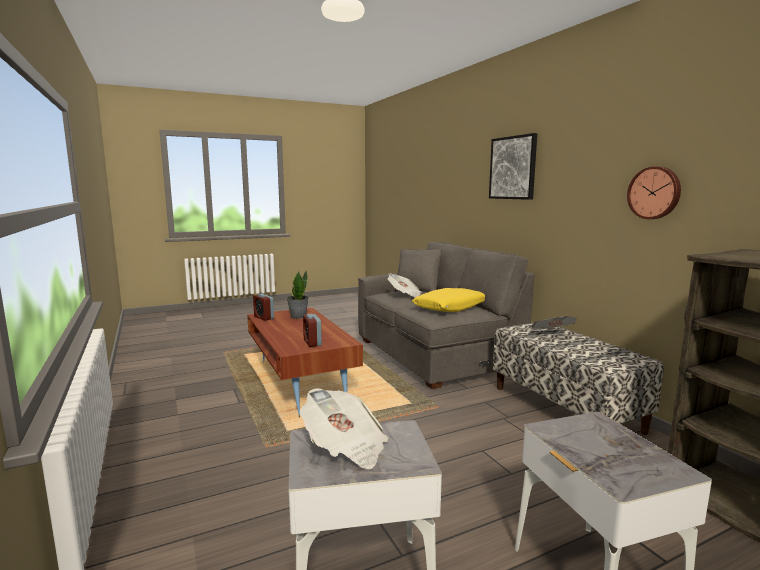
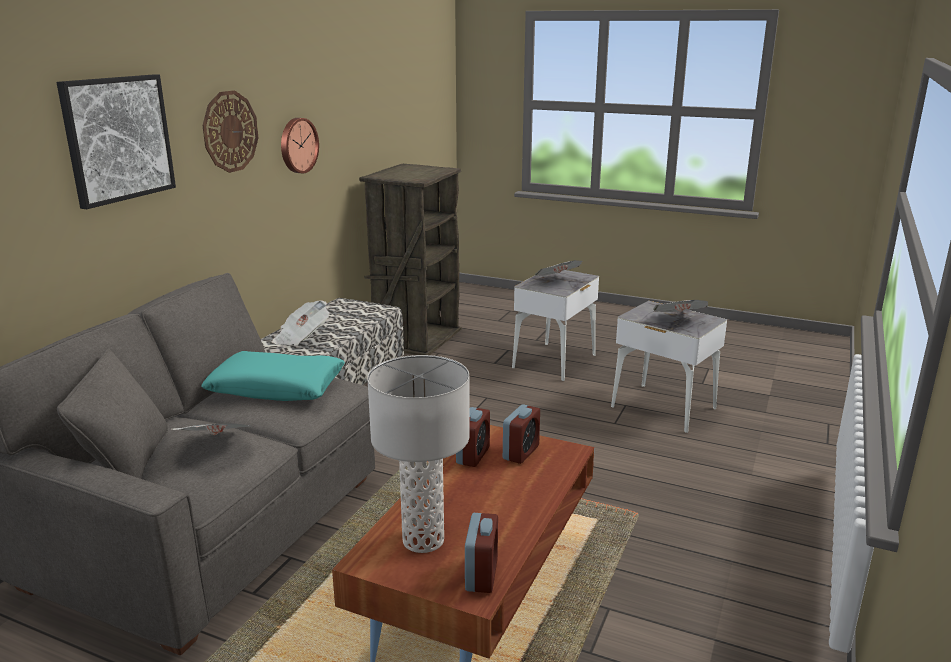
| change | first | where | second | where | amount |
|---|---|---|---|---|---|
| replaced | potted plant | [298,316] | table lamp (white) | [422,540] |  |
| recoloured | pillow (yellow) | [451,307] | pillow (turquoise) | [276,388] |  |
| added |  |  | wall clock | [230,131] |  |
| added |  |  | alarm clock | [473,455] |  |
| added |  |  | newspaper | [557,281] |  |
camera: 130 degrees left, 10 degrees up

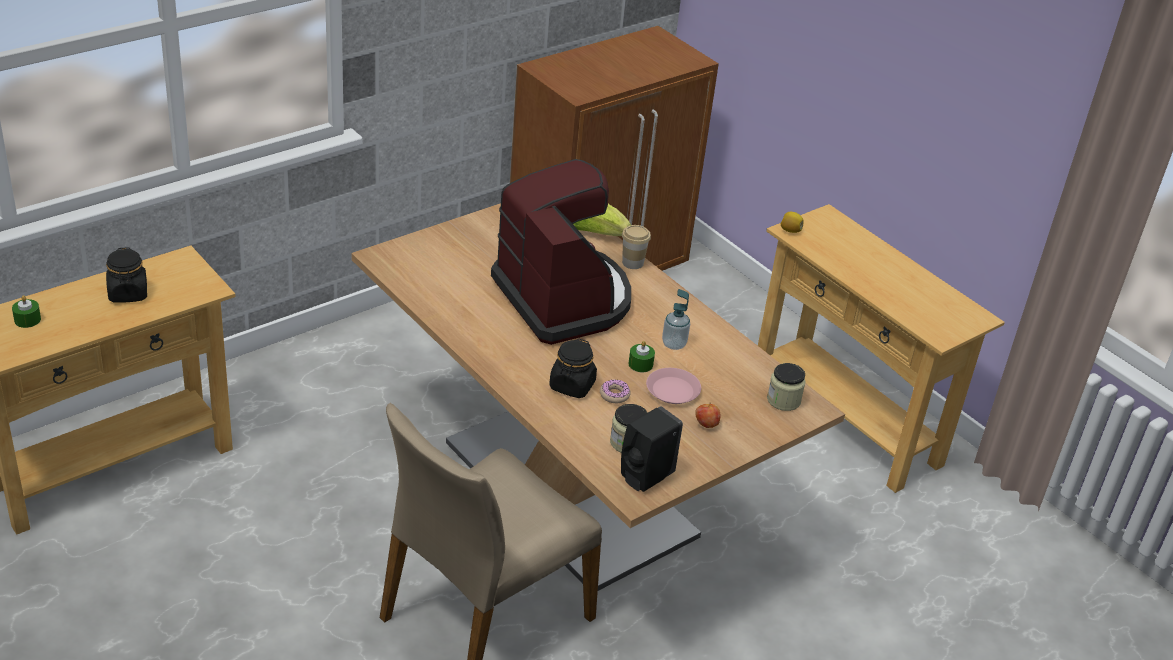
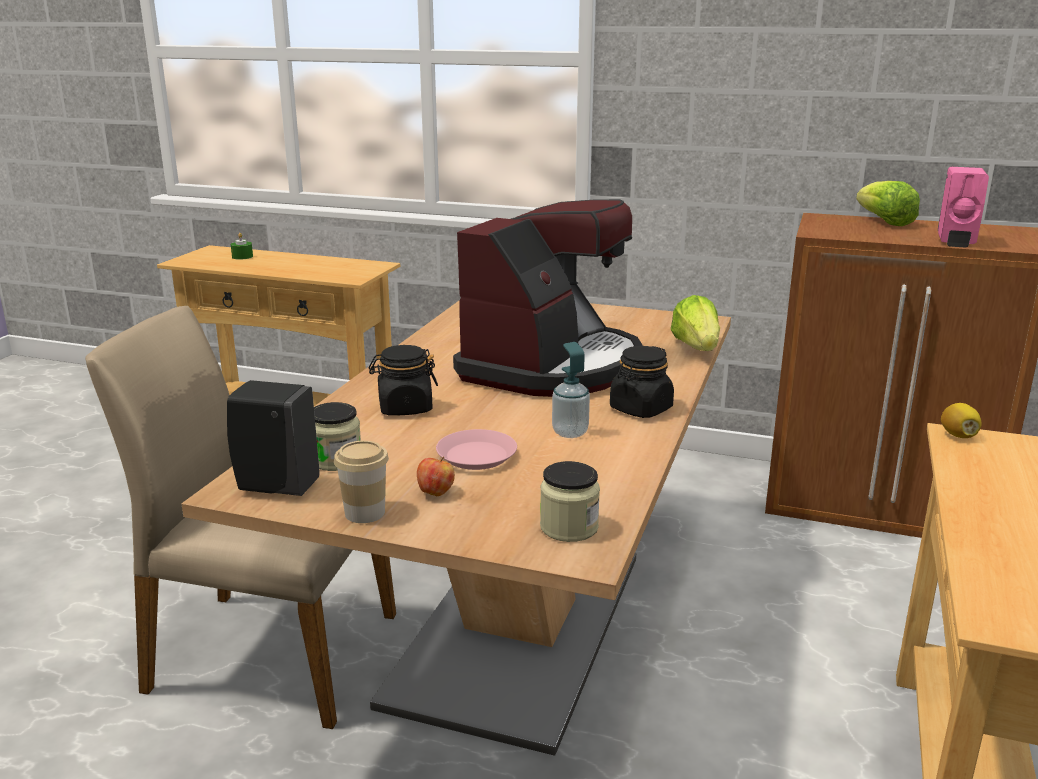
| change | first | where | second | where | amount |
|---|---|---|---|---|---|
| moved | jar (black) | [128,293] |  | [640,409] |  |
| removed | donut | [614,395] |  |  |  |
| moved | cup | [632,263] |  | [365,513] |  |
| removed | candle (green) | [640,364] |  |  |  |
| added |  |  | lettuce | [884,222] |  |
| added |  |  | soap dispenser (pink) | [955,242] |  |
camera: 60 degrees right, 15 degrees down

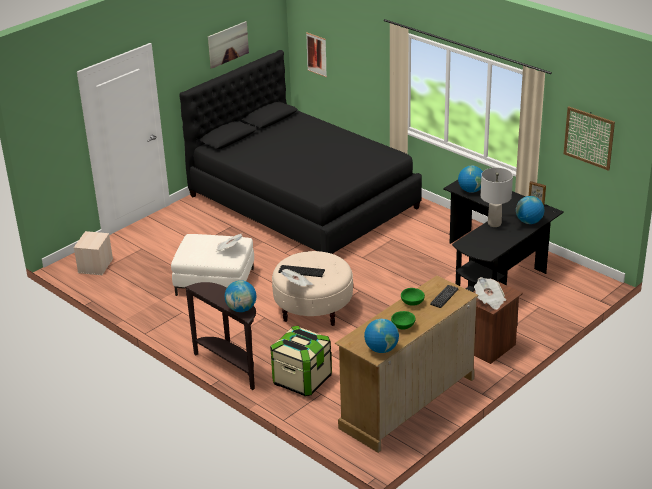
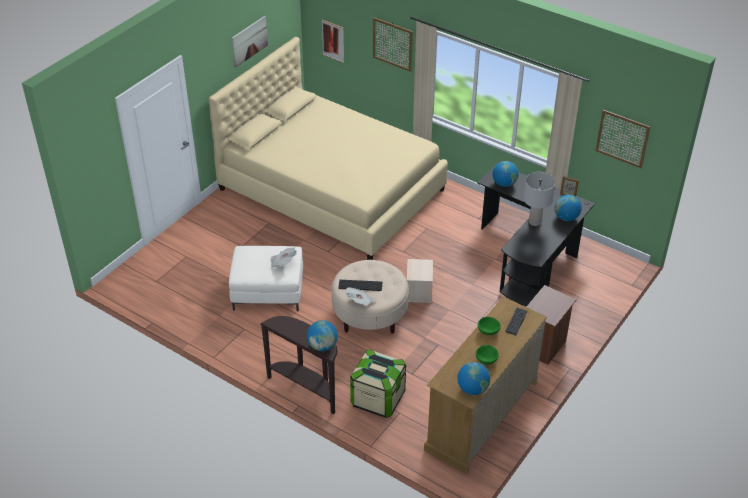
| change | first | where | second | where | amount |
|---|---|---|---|---|---|
| moved | storage box (beige) | [95,266] |  | [419,292] |  |
| recoloured | bed (black) | [303,201] | bed (beige) | [331,189] |  |
| removed | newspaper | [489,300] |  |  |  |
| added |  |  | picture | [393,43] |  |
camera: 10 degrees left, 10 degrees up

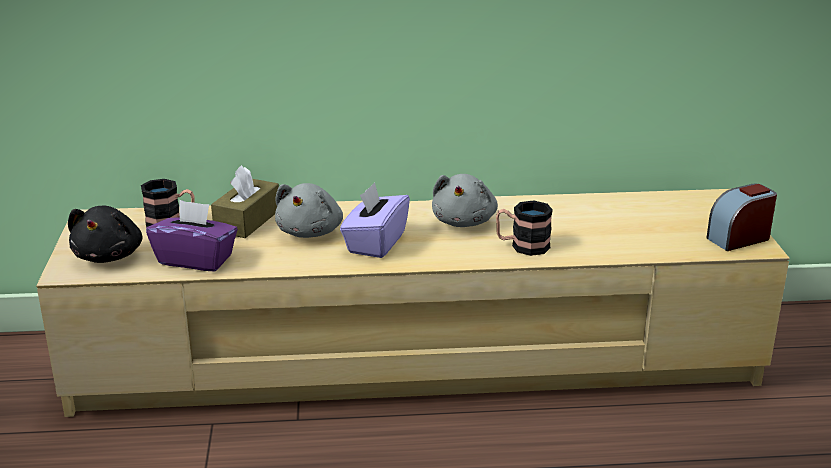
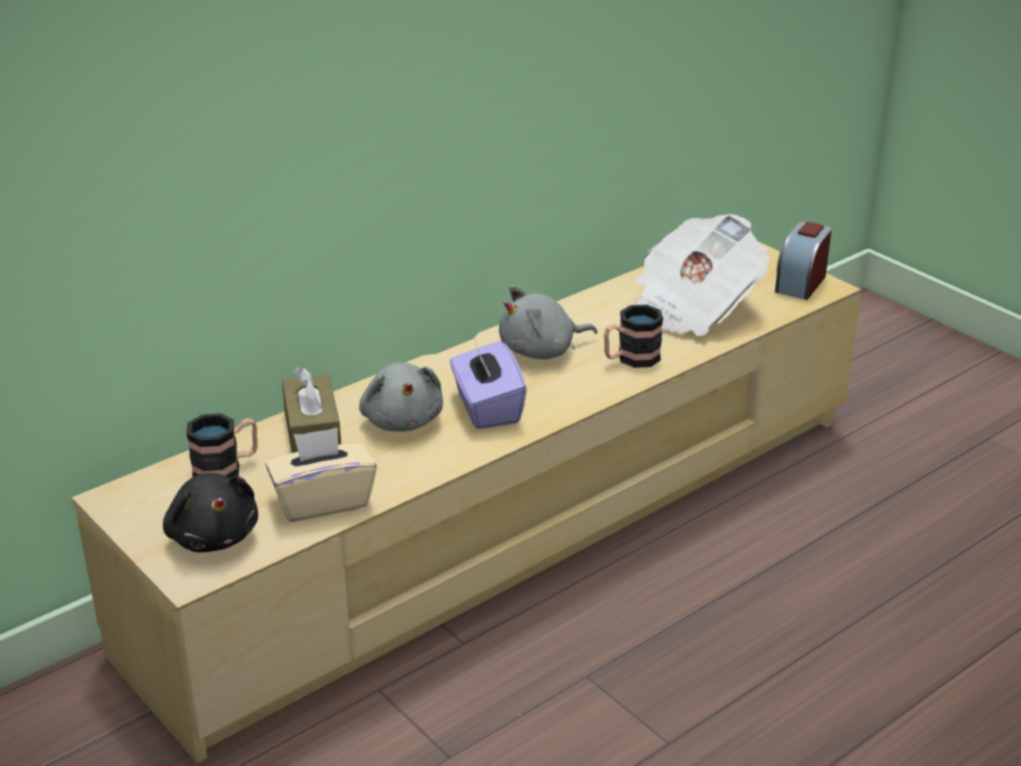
| change | first | where | second | where | amount |
|---|---|---|---|---|---|
| recoloured | tissue box (purple) | [196,260] | tissue box (beige) | [323,501] |  |
| turned | plush toy (grey) | [464,221] |  | [542,351] | 90 degrees clockwise |
| added |  |  | newspaper | [691,309] |  |
camera: 35 degrees left, 5 degrees up

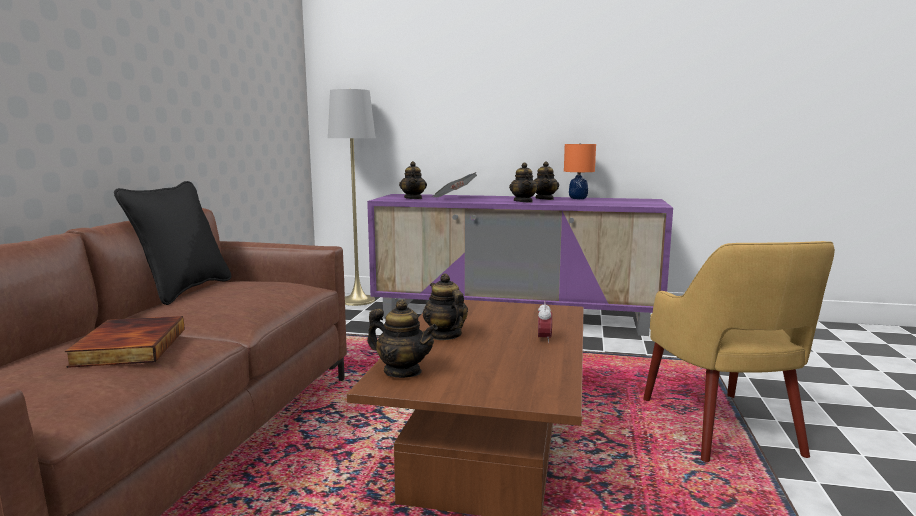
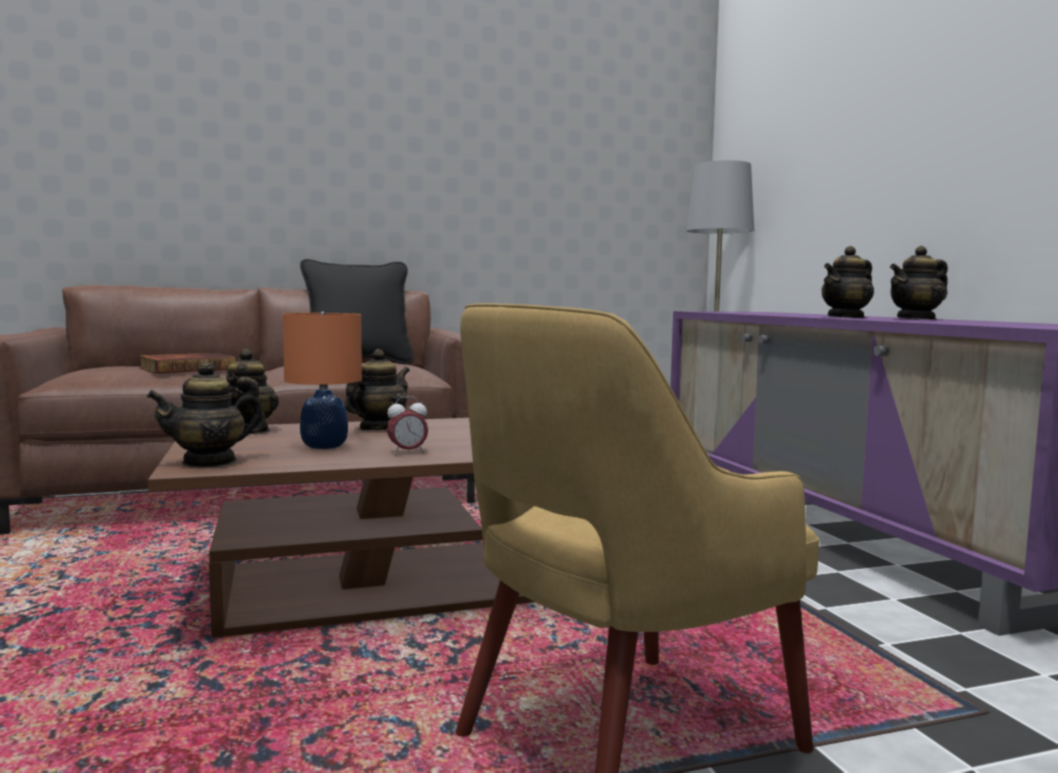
| change | first | where | second | where | amount |
|---|---|---|---|---|---|
| moved | teapot | [413,198] |  | [210,462] |  |
| removed | newspaper | [454,198] |  |  |  |
| moved | table lamp (orange) | [577,198] |  | [326,446] |  |
camera: 60 degrees right, 5 degrees down

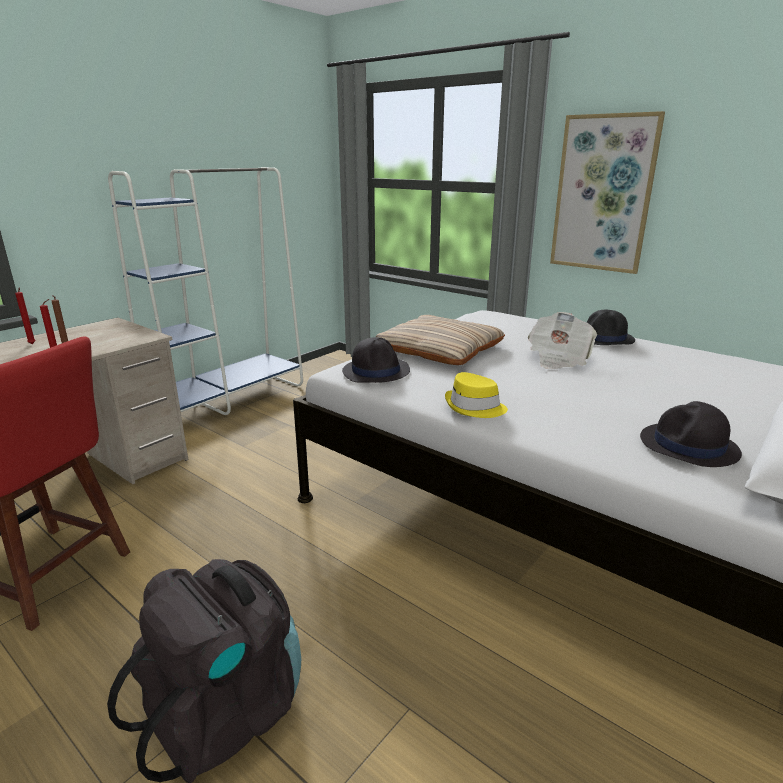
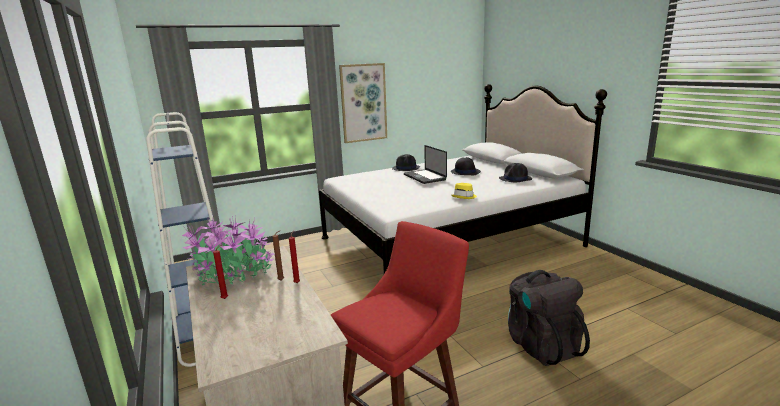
| change | first | where | second | where | amount |
|---|---|---|---|---|---|
| moved | hat (black) | [376,371] |  | [465,172] |  |
| removed | pillow (beige) | [440,348] |  |  |  |
| replaced | newspaper | [558,358] | laptop | [424,177] |  |
| added |  |  | potted plant | [232,274] |  |
camera: 65 degrees left, 5 degrees down

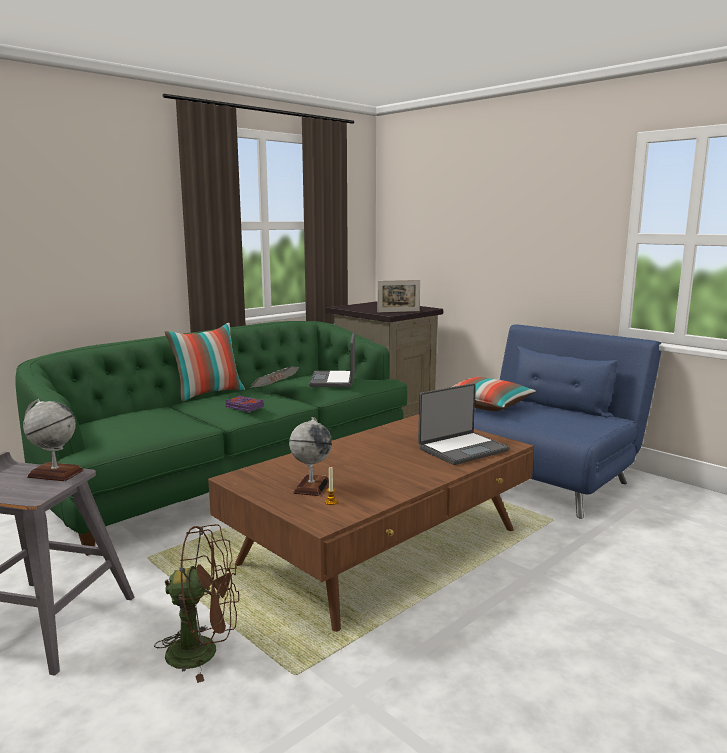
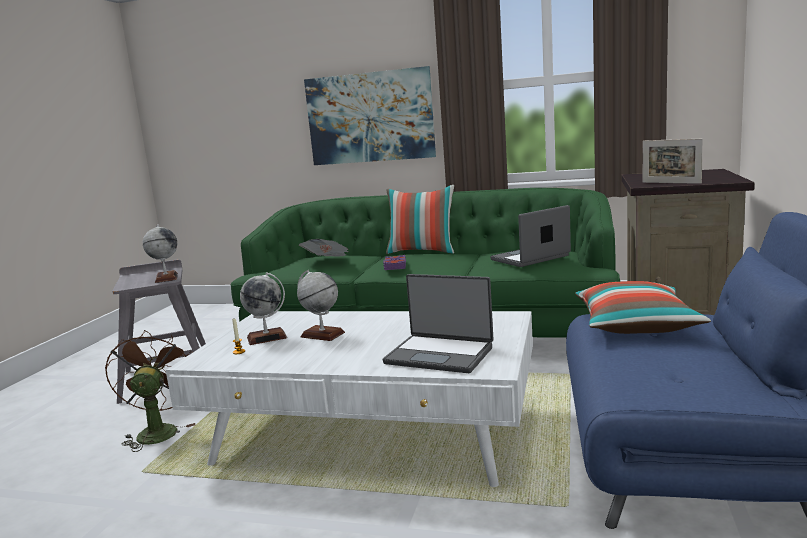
| change | first | where | second | where | amount |
|---|---|---|---|---|---|
| turned | fan (brown) | [204,651] |  | [158,431] | 150 degrees counterclockwise |
| recoloured | coffee table (brown) | [382,547] | coffee table (white) | [369,433] |  |
| moved | newspaper | [274,390] |  | [327,262] |  |
| added |  |  | globe | [322,334] |  |
| added |  |  | picture | [370,117] |  |
camera: 60 degrees right, 0 degrees up

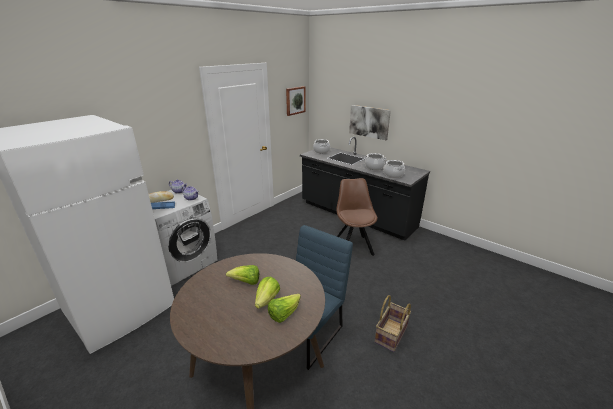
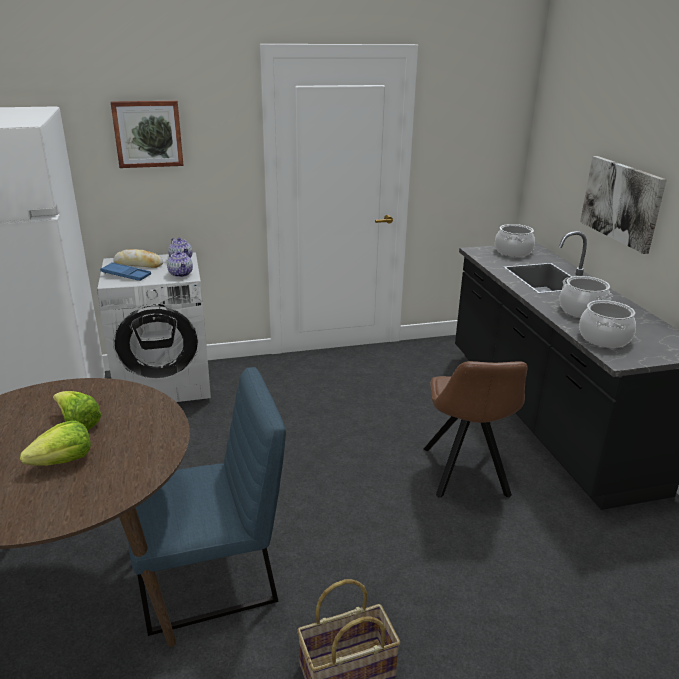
| change | first | where | second | where | amount |
|---|---|---|---|---|---|
| removed | lettuce | [284,314] |  |  |  |
| moved | picture | [295,100] |  | [148,134] |  |
| turned | chair (brown) | [353,246] |  | [466,472] | 150 degrees clockwise |
camera: 35 degrees right, 0 degrees up

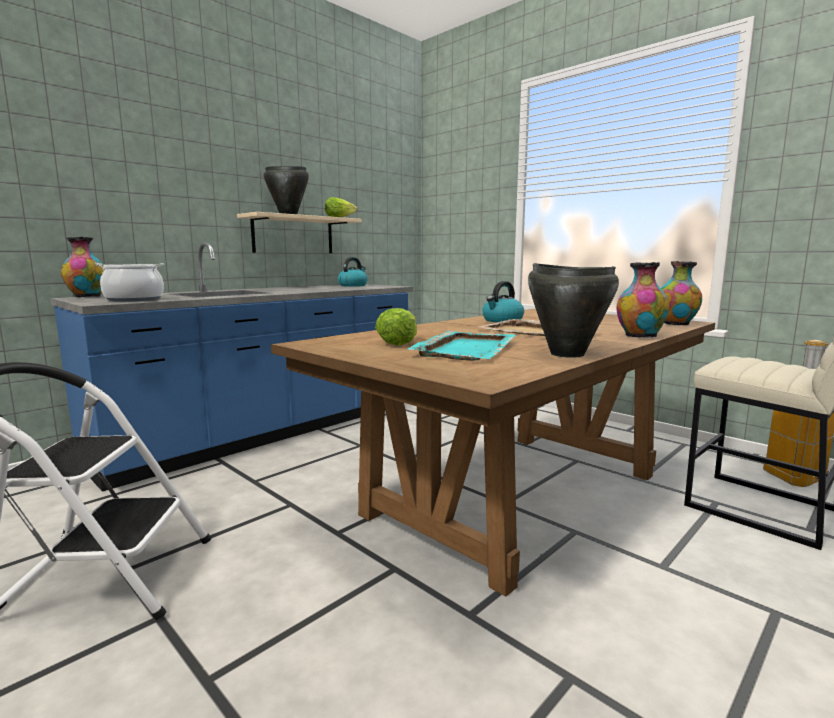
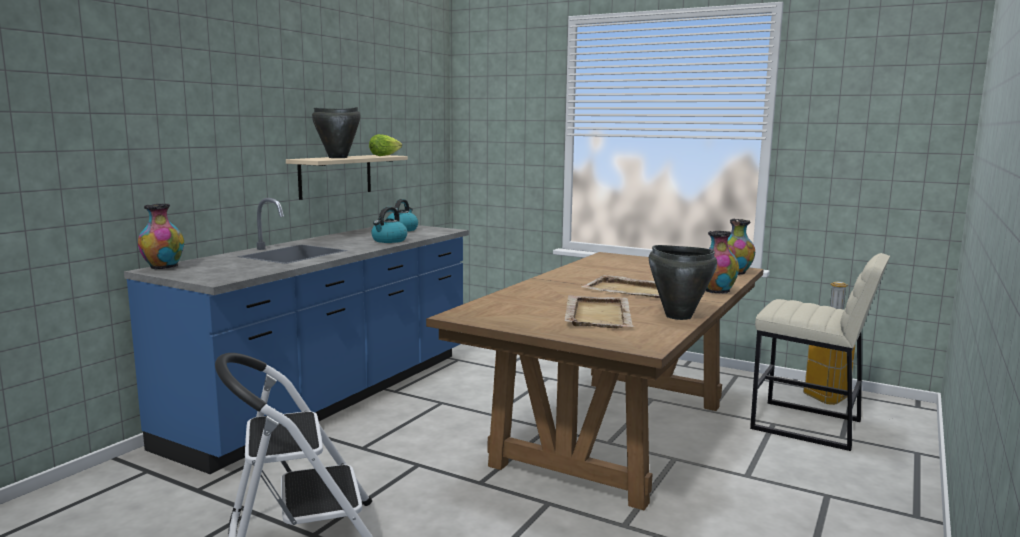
| change | first | where | second | where | amount |
|---|---|---|---|---|---|
| removed | cooking pot | [134,299] |  |  |  |
| removed | lettuce | [398,343] |  |  |  |
| recoloured | tray (turquoise) | [466,349] | tray (beige) | [598,314] |  |
| moved | kettle | [502,320] |  | [389,240] |  |
camera: 15 degrees left, 0 degrees up

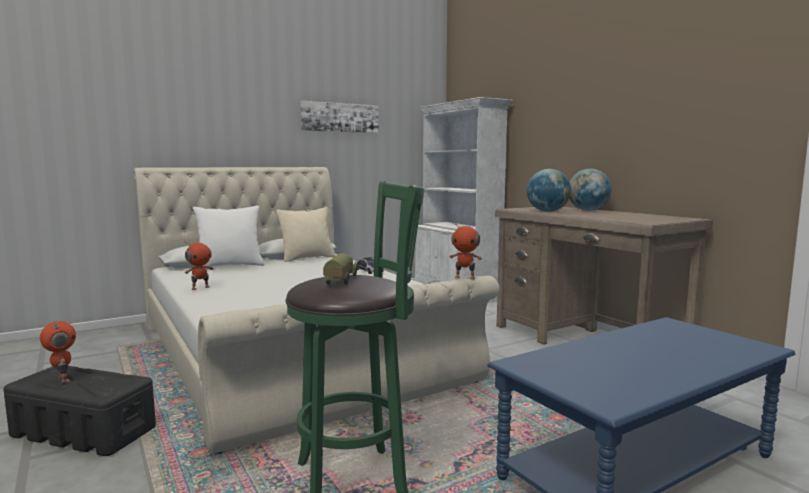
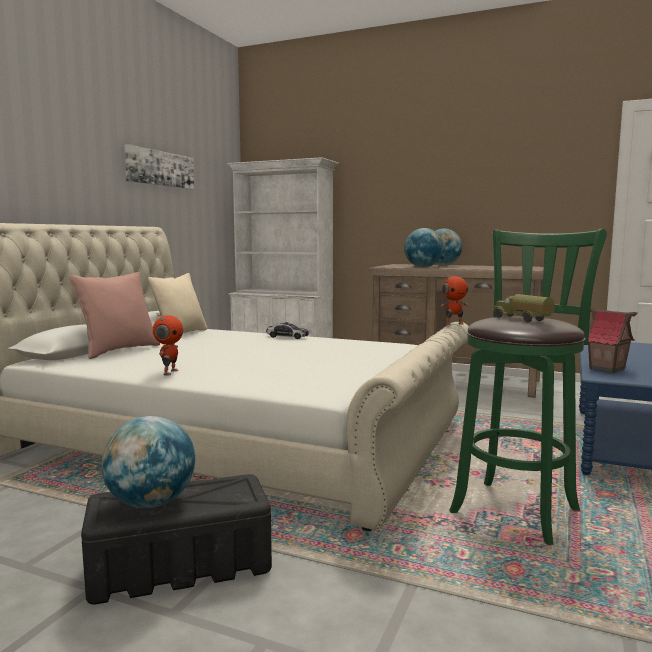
| change | first | where | second | where | amount |
|---|---|---|---|---|---|
| replaced | toy robot | [62,379] | globe | [151,503] |  |
| recoloured | pillow (white) | [230,266] | pillow (pink) | [119,350] |  |
| added |  |  | toy house | [607,369] |  |
camera: 35 degrees left, 0 degrees up

